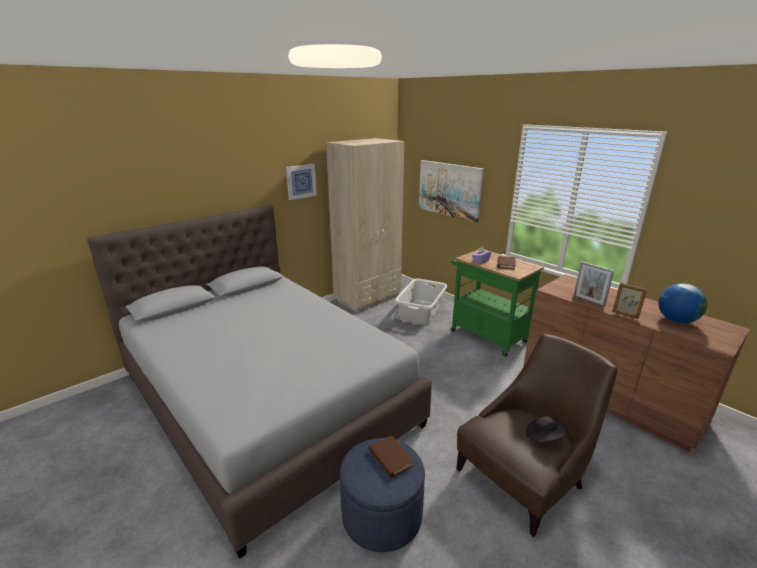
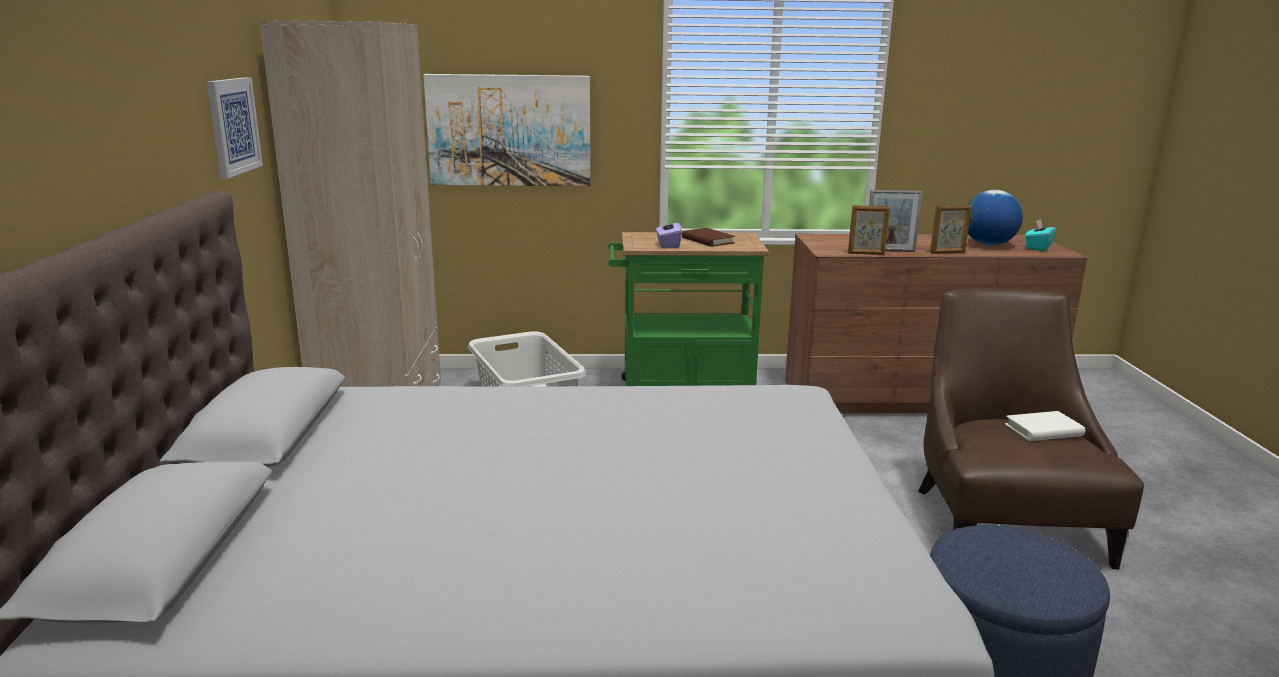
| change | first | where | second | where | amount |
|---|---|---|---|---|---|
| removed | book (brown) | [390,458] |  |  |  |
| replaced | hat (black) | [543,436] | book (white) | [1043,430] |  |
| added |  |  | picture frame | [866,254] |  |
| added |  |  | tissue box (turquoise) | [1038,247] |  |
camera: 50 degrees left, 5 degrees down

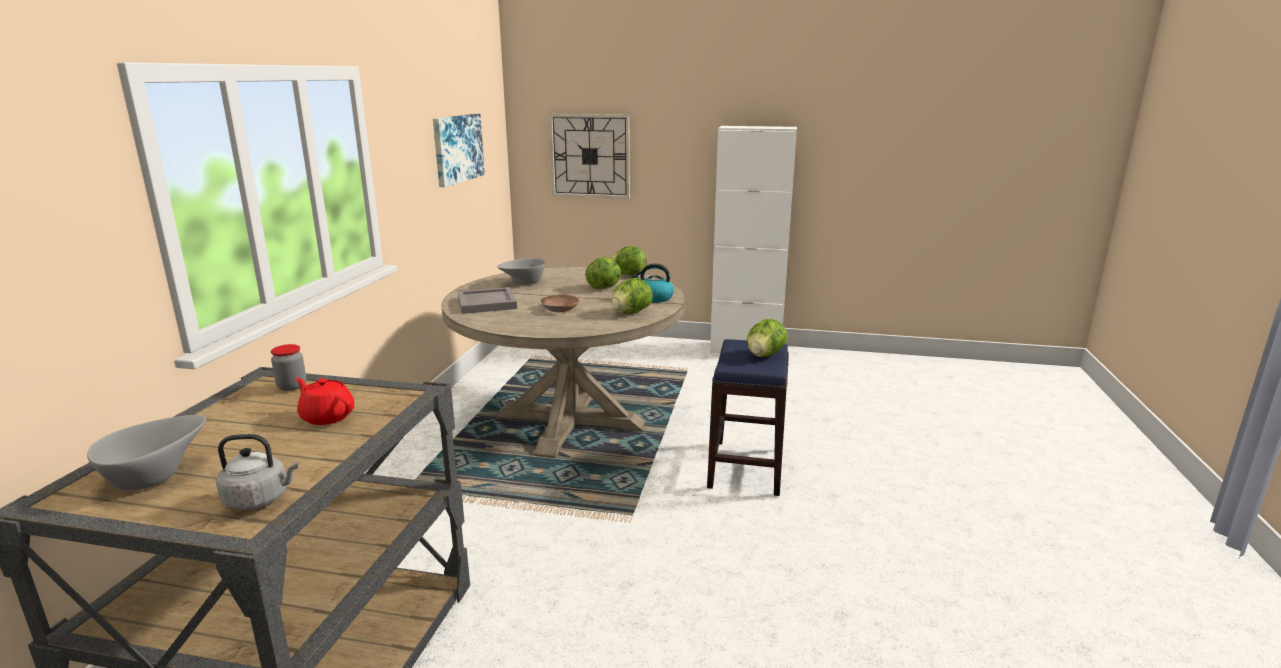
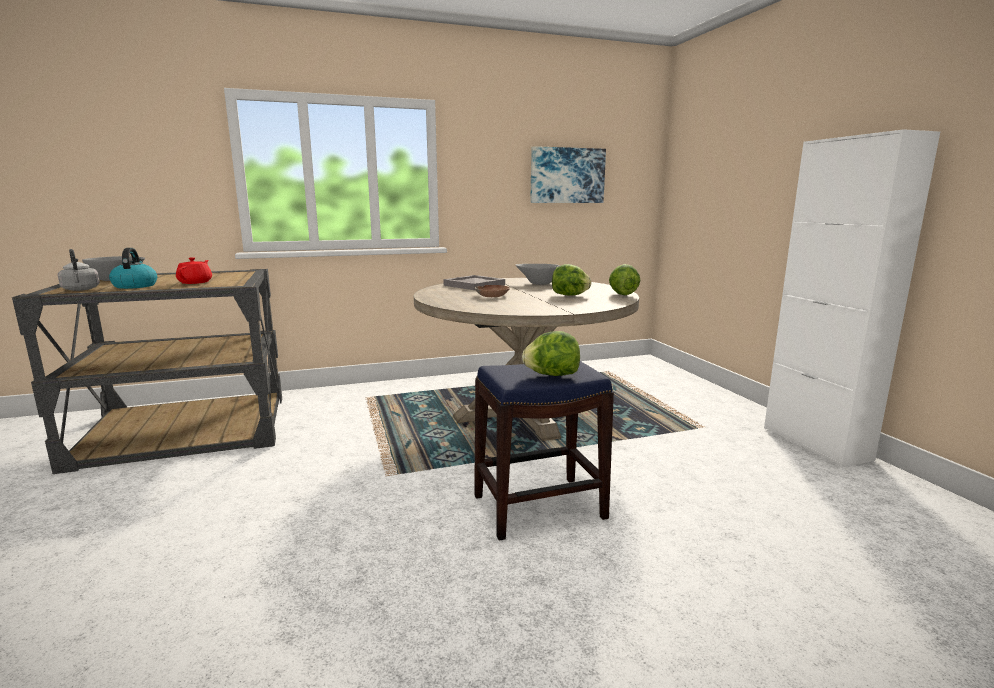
| change | first | where | second | where | amount |
|---|---|---|---|---|---|
| removed | jar | [292,386] |  |  |  |
| removed | wall clock | [590,156] |  |  |  |
| removed | lettuce | [630,313] |  |  |  |
| moved | kettle | [654,298] |  | [135,286] |  |
camera: 60 degrees right, 5 degrees down

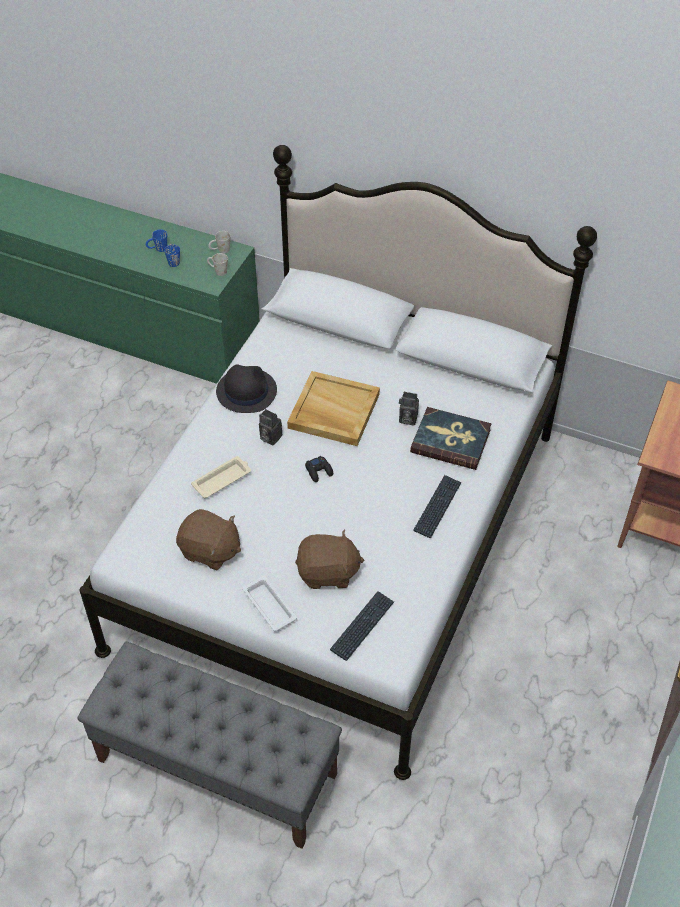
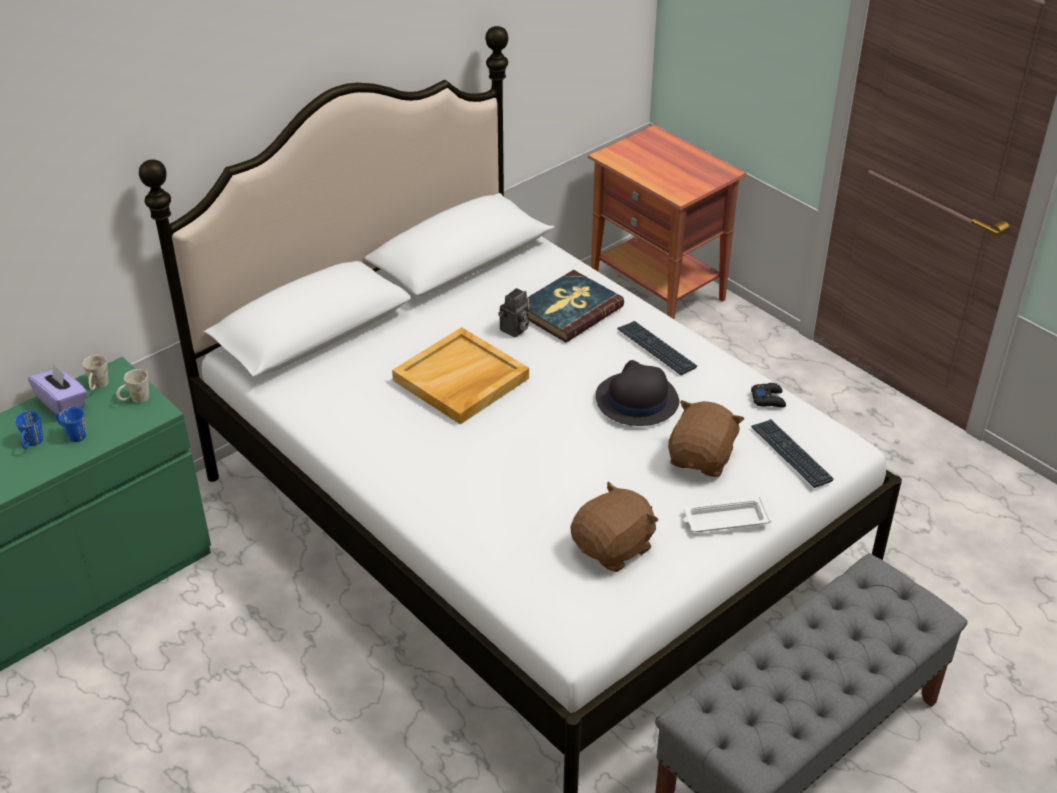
| change | first | where | second | where | amount |
|---|---|---|---|---|---|
| removed | tray (beige) | [222,479] |  |  |  |
| moved | hat (black) | [246,391] |  | [636,400] |  |
| removed | photo camera | [269,437] |  |  |  |
| moved | game controller (black) | [319,471] |  | [768,399] |  |
| added |  |  | tissue box (purple) | [63,403] |  |
camera: 65 degrees left, 10 degrees down

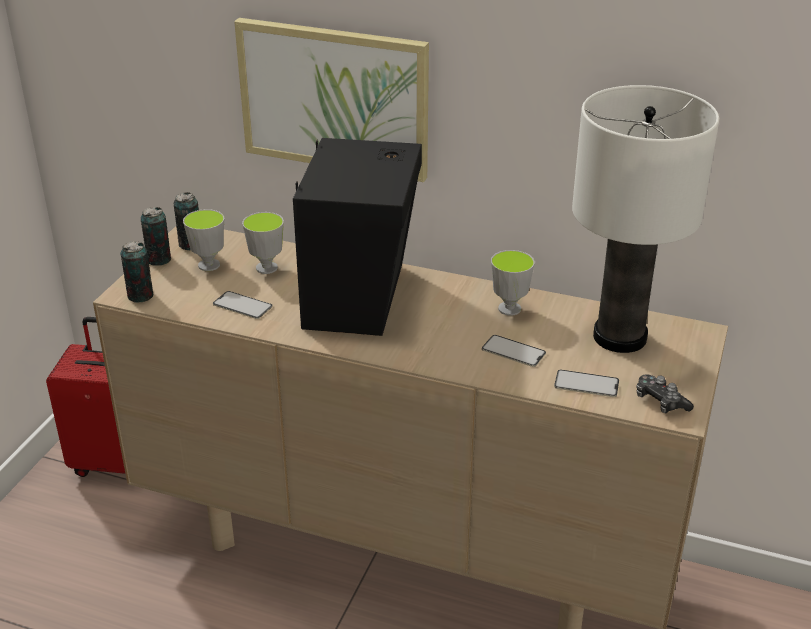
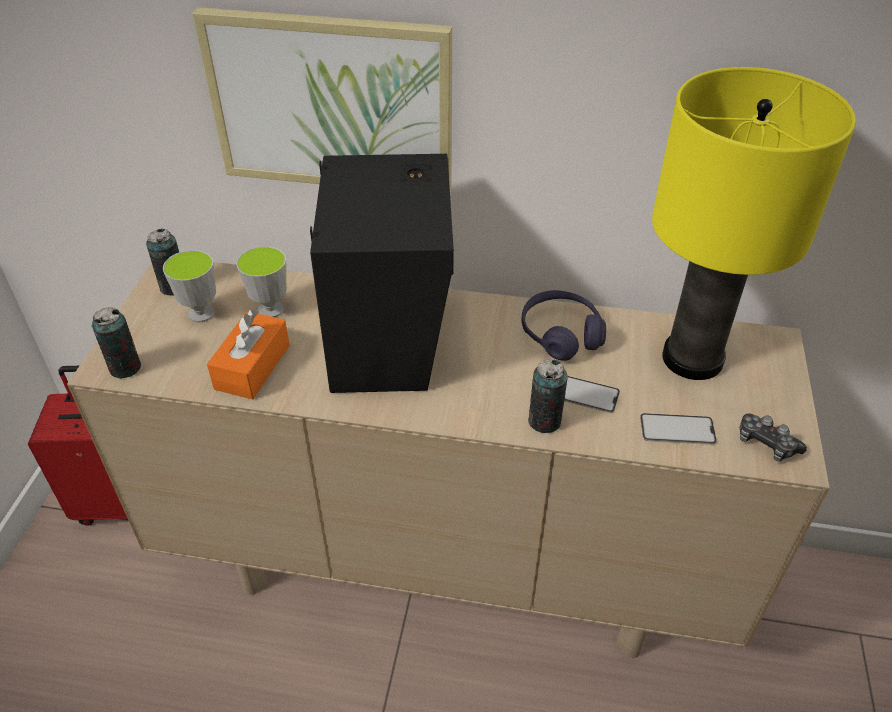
| change | first | where | second | where | amount |
|---|---|---|---|---|---|
| moved | can | [159,260] |  | [544,421] |  |
| replaced | phone | [242,305] | tissue box (orange) | [252,367] |  |
| replaced | cup | [509,309] | headphones (purple) | [561,334] |  |
| recoloured | table lamp (white) | [619,337] | table lamp (yellow) | [691,358] |  |
camera: 10 degrees left, 10 degrees up

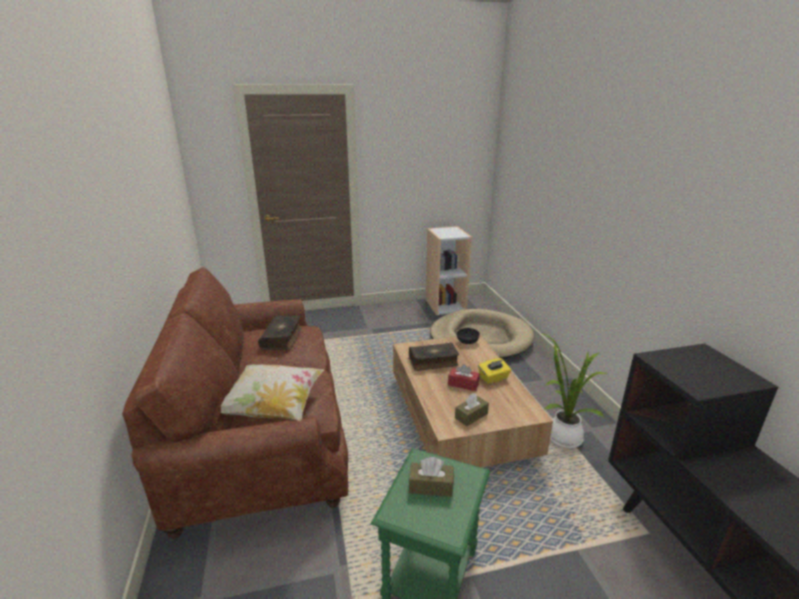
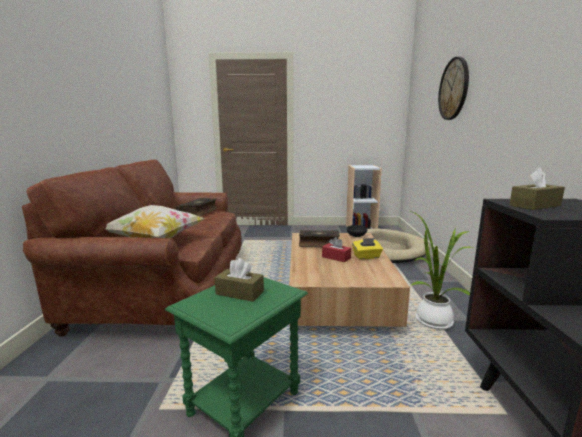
| change | first | where | second | where | amount |
|---|---|---|---|---|---|
| moved | tissue box (brown) | [471,416] |  | [535,205] |  |
| added |  |  | wall clock | [453,89] |  |
camera: 15 degrees right, 10 degrees down

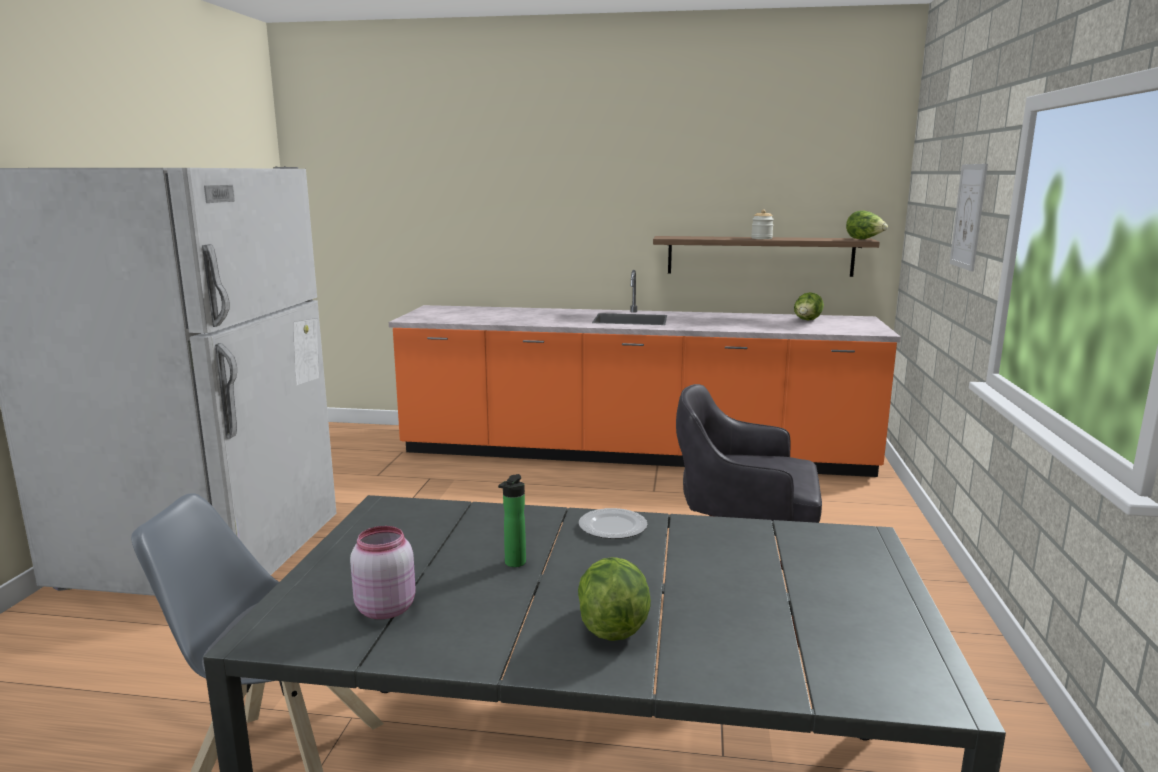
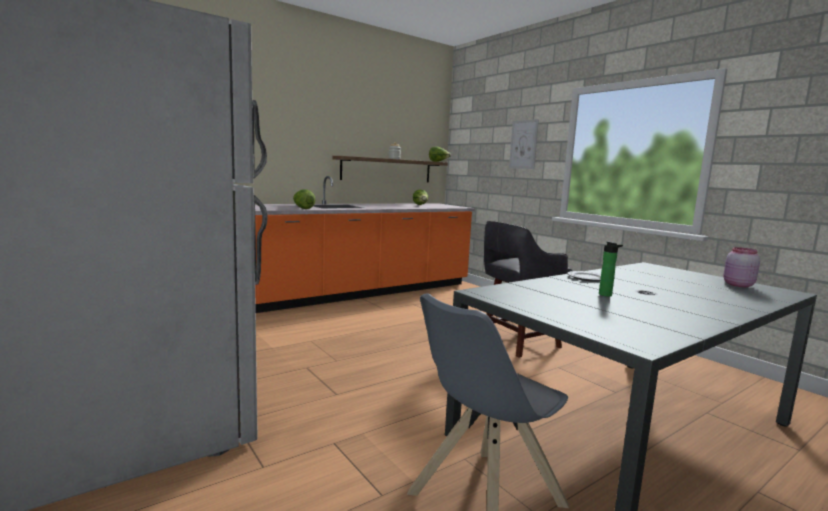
| change | first | where | second | where | amount |
|---|---|---|---|---|---|
| moved | jar (pink) | [385,608] |  | [737,285] |  |
| moved | lettuce | [612,624] |  | [303,208] |  |
camera: 45 degrees left, 5 degrees down

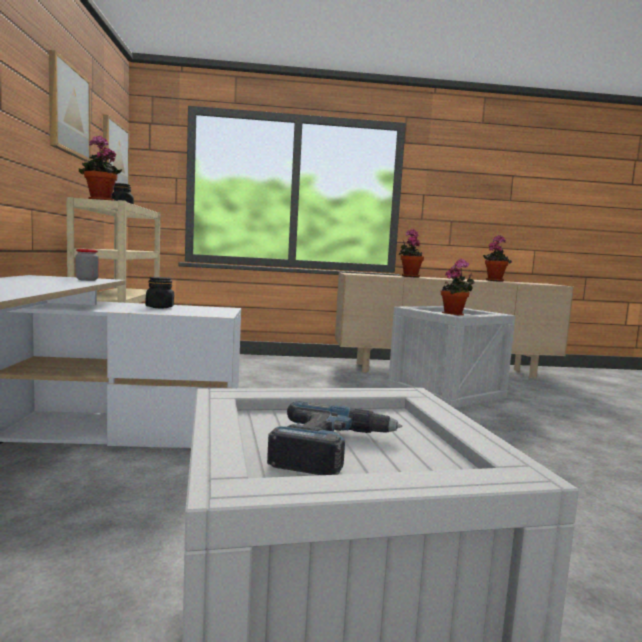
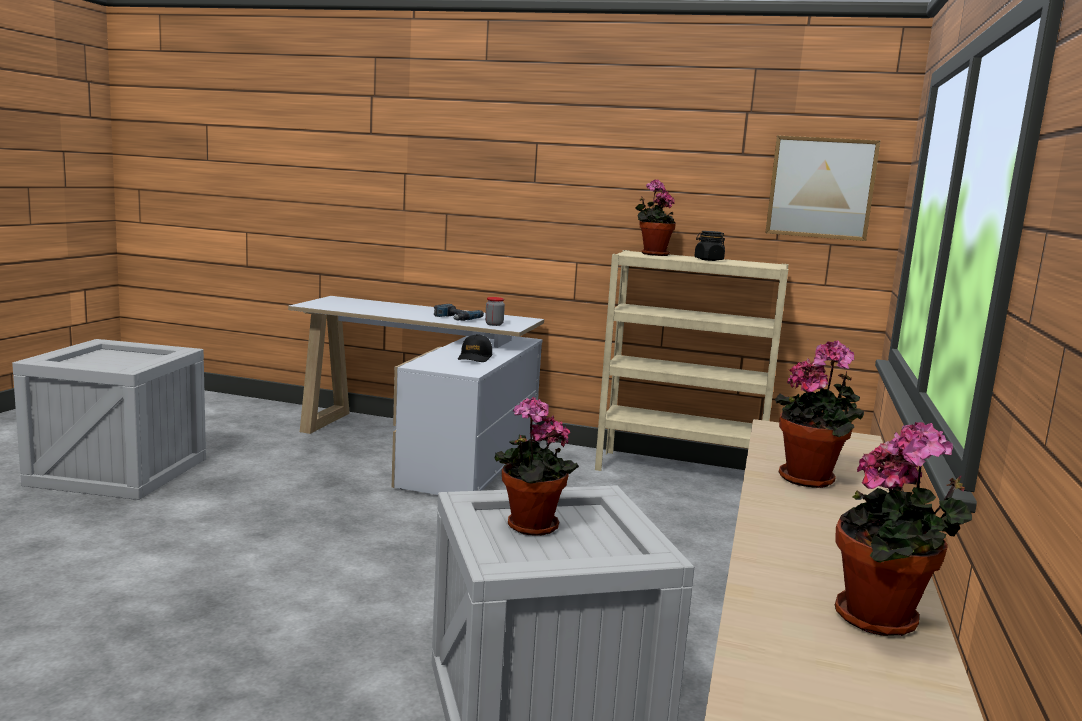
| change | first | where | second | where | amount |
|---|---|---|---|---|---|
| removed | picture | [68,110] |  |  |  |
| replaced | jar (black) | [160,307] | cap (black) | [475,357] |  |
| moved | power drill | [331,448] |  | [454,318] |  |
camera: 110 degrees right, 5 degrees up

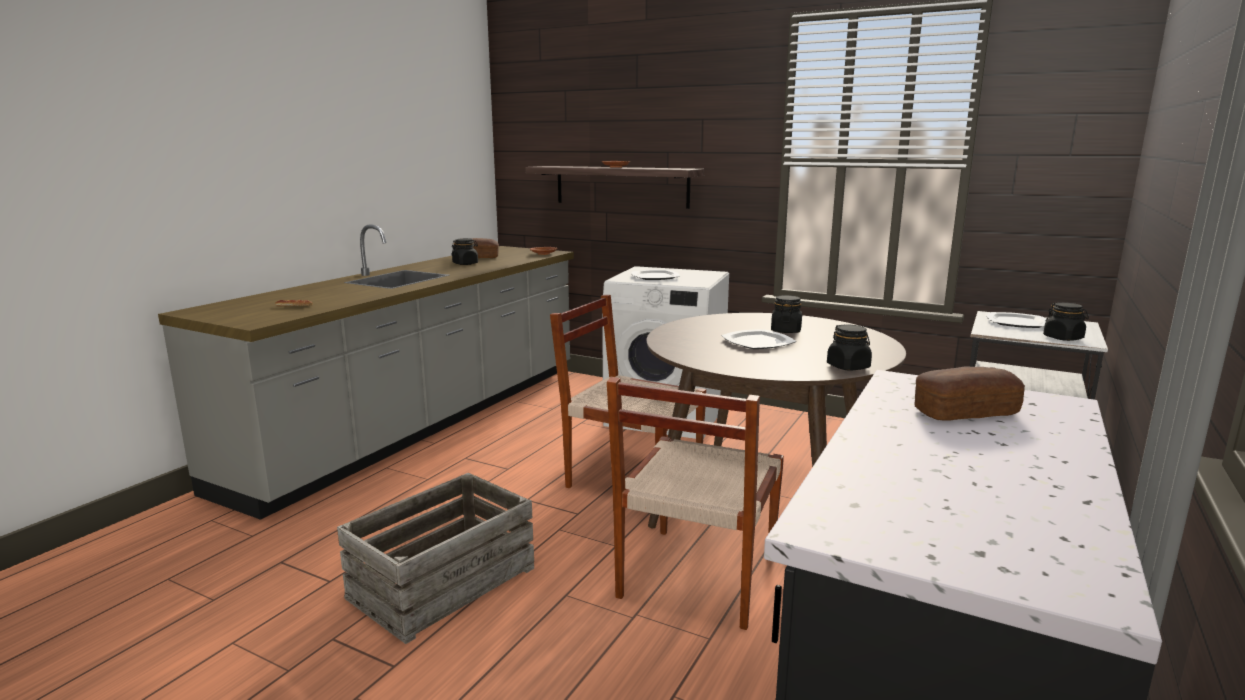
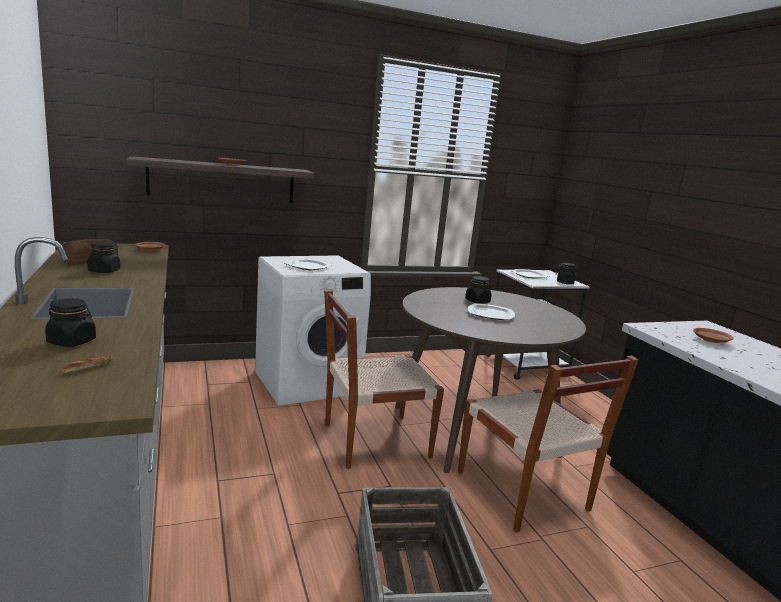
| change | first | where | second | where | amount |
|---|---|---|---|---|---|
| moved | jar (black) | [848,367] |  | [72,341] |  |
| replaced | bread | [965,412] | plate (brown) | [711,340] |  |
camera: 50 degrees left, 0 degrees up

